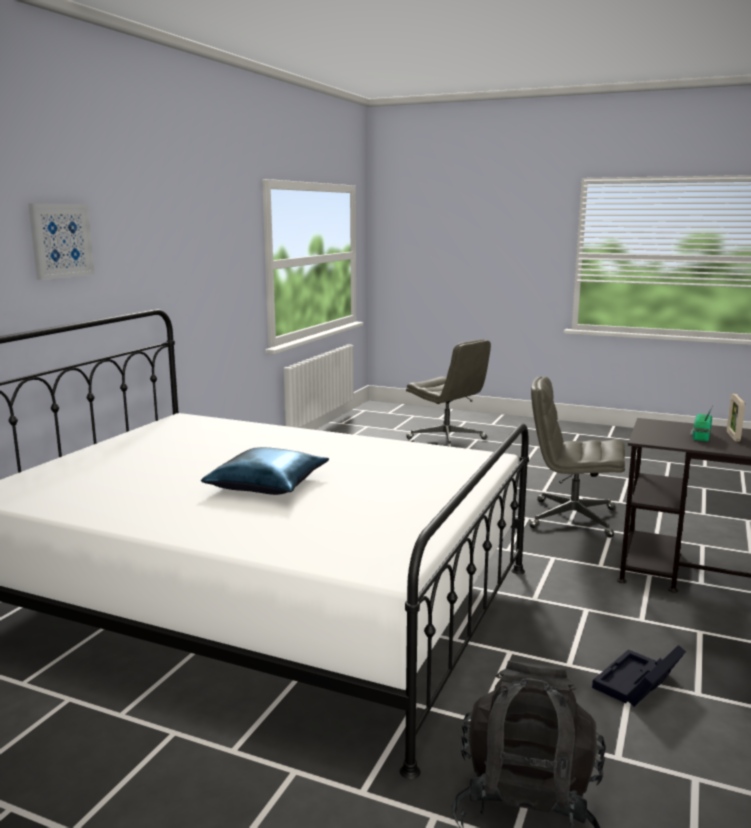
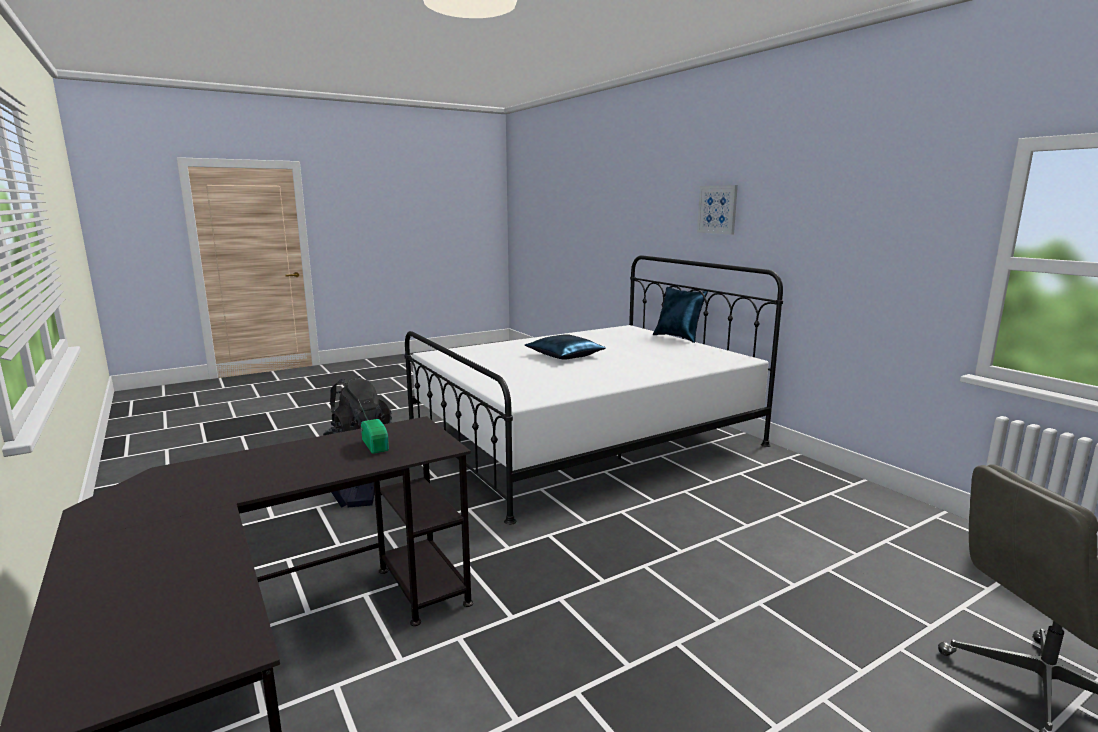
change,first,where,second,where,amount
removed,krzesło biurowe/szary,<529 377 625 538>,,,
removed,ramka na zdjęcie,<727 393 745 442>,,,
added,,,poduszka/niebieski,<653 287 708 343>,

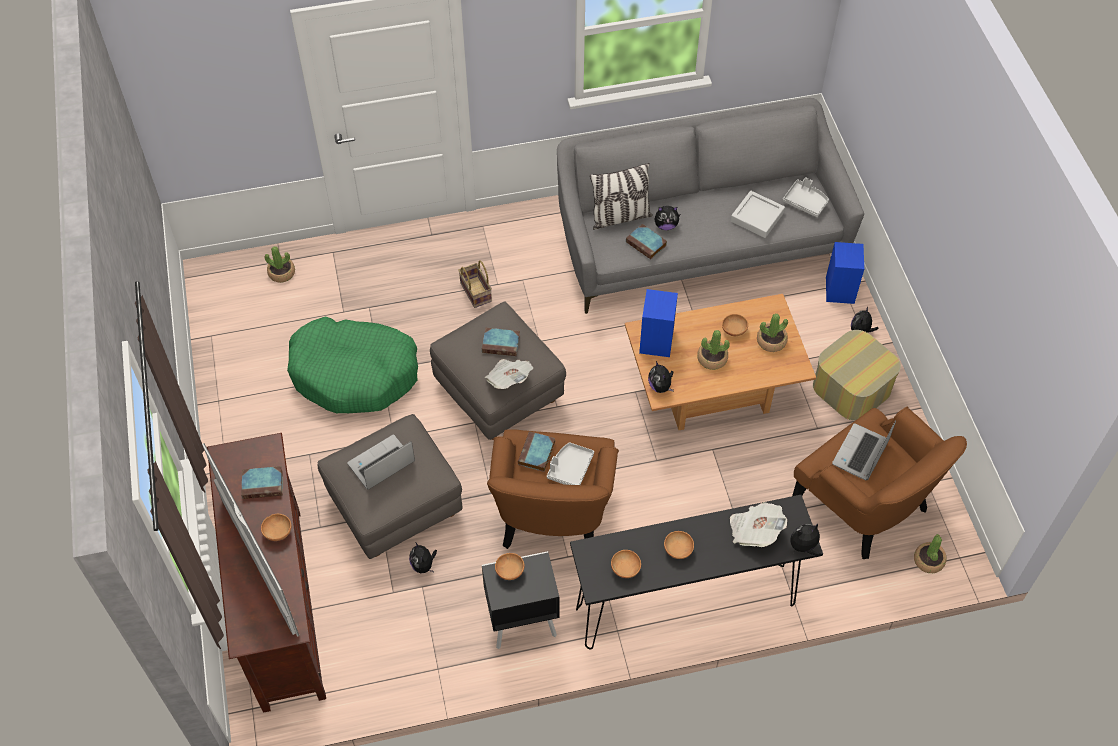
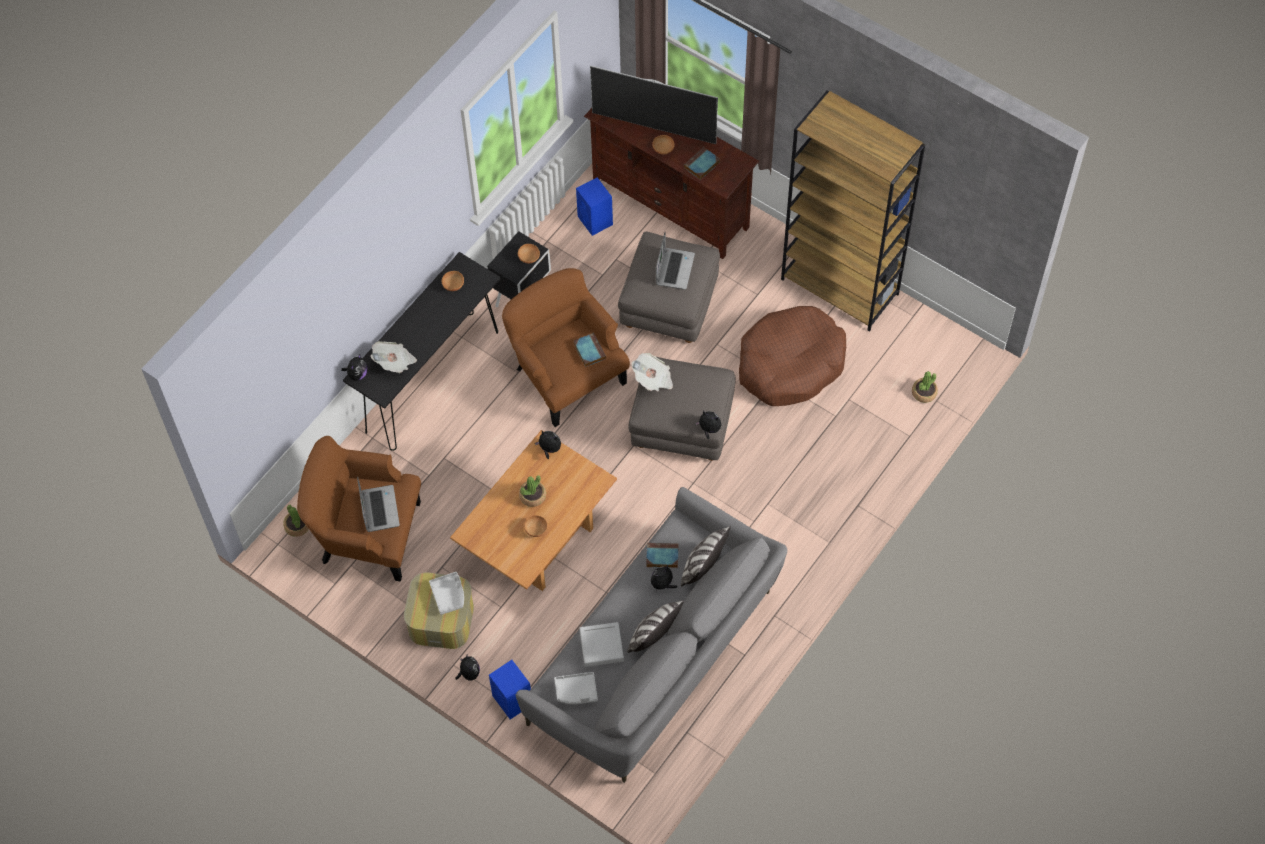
change,first,where,second,where,amount
removed,koszyk,<458 260 492 308>,,,
removed,książka,<482 328 520 356>,,,
removed,miska/brązowy,<664 531 694 559>,,,
removed,roślina doniczkowa,<757 313 788 352>,,,
added,,,poduszka,<627 600 684 653>,
added,,,regał/brązowy,<781 90 925 332>,
moved,pluszak,<409 543 437 573>,,<695 410 722 439>,
moved,taca/szary,<547 442 594 485>,,<429 572 464 615>,
moved,głośnik/niebieski,<639 289 678 357>,,<576 178 613 236>,
recoloured,legowisko/zielony,<287 317 418 413>,legowisko/brązowy,<739 306 846 406>,

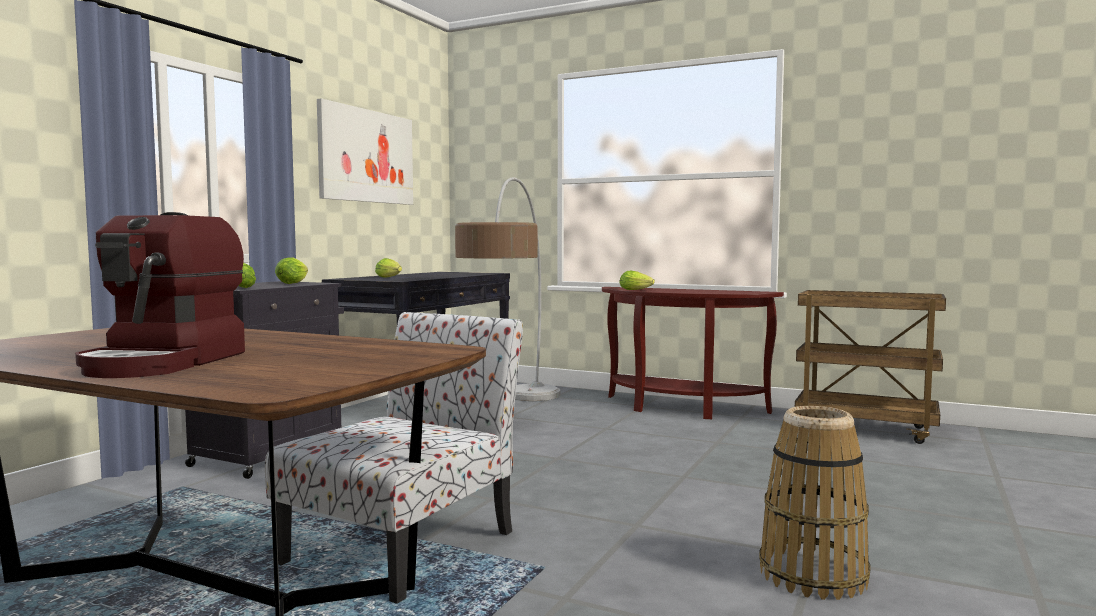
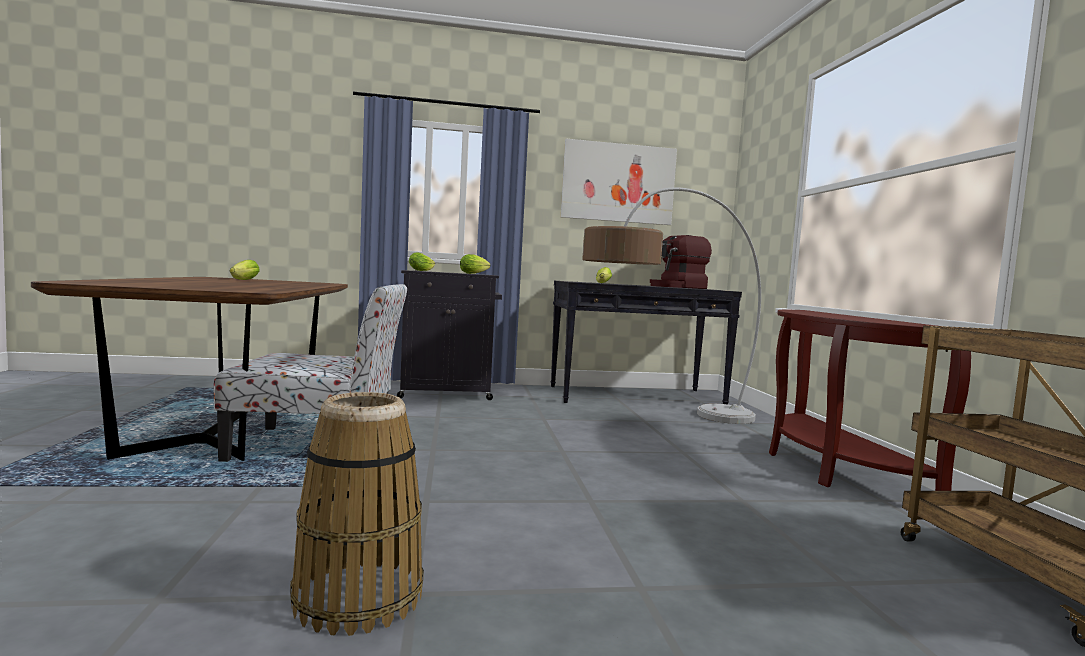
change,first,where,second,where,amount
moved,ekspres do kawy,<75 212 245 378>,,<650 235 712 289>,
moved,sałata,<619 271 655 290>,,<230 260 260 280>,

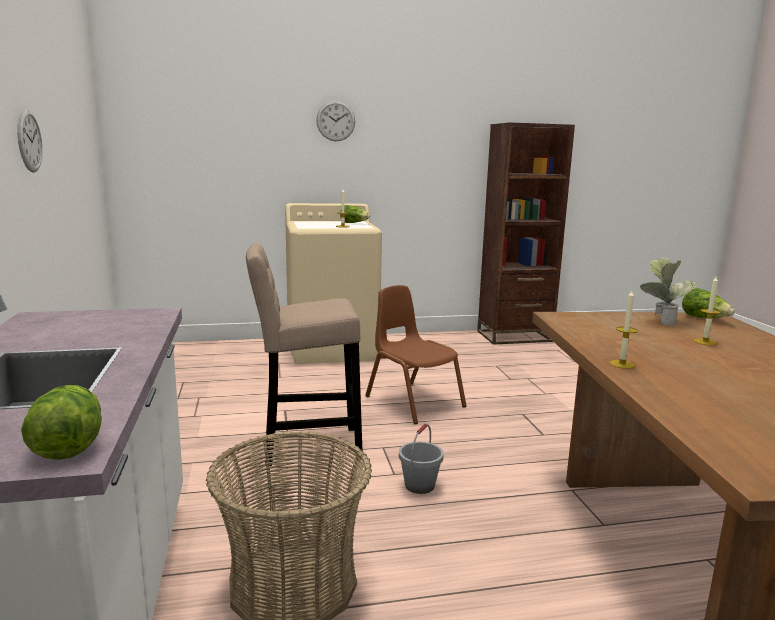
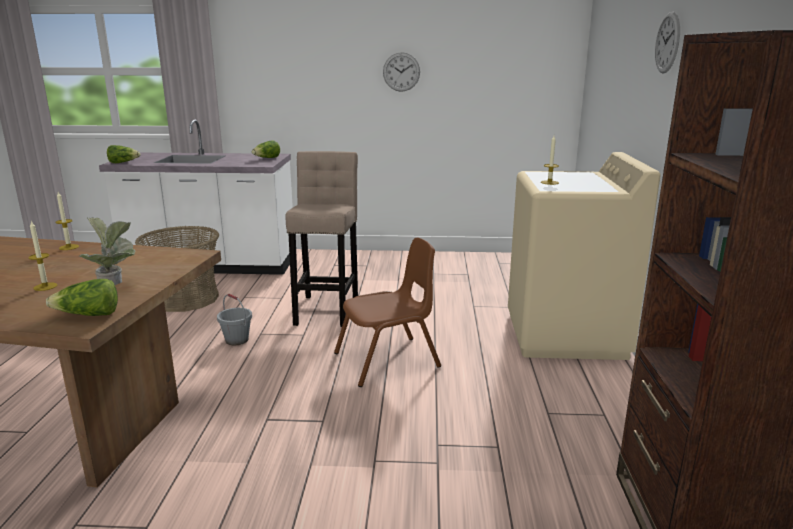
change,first,where,second,where,amount
moved,sałata,<340 205 370 223>,,<252 140 280 158>,

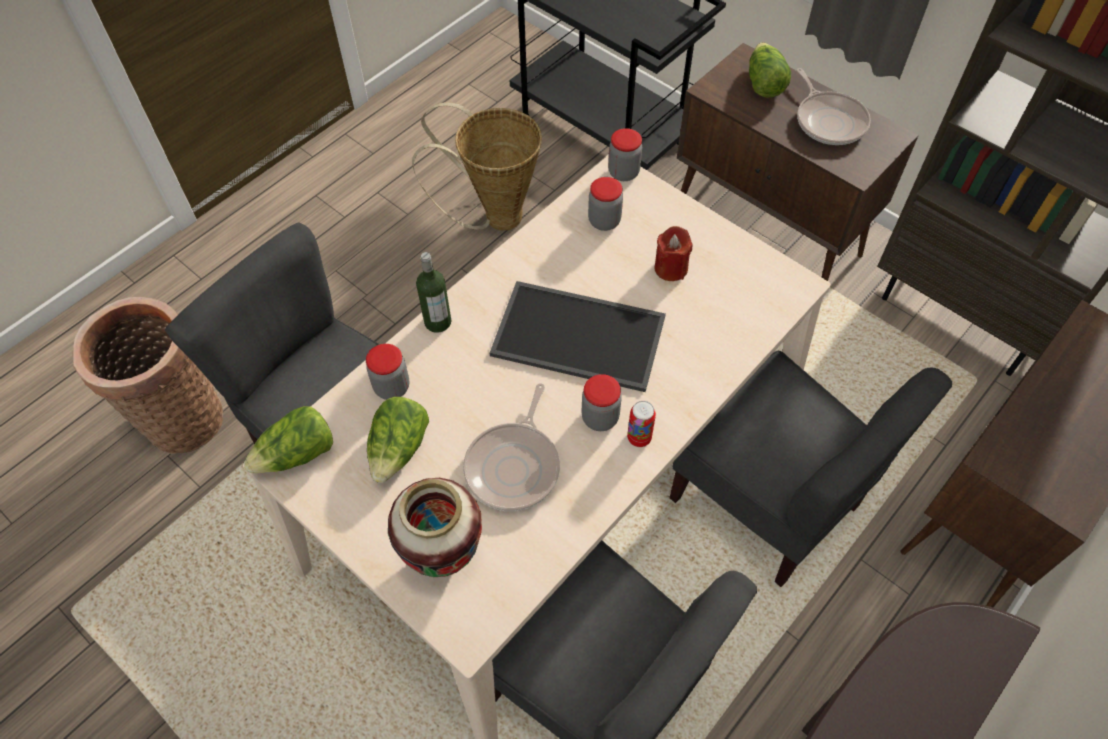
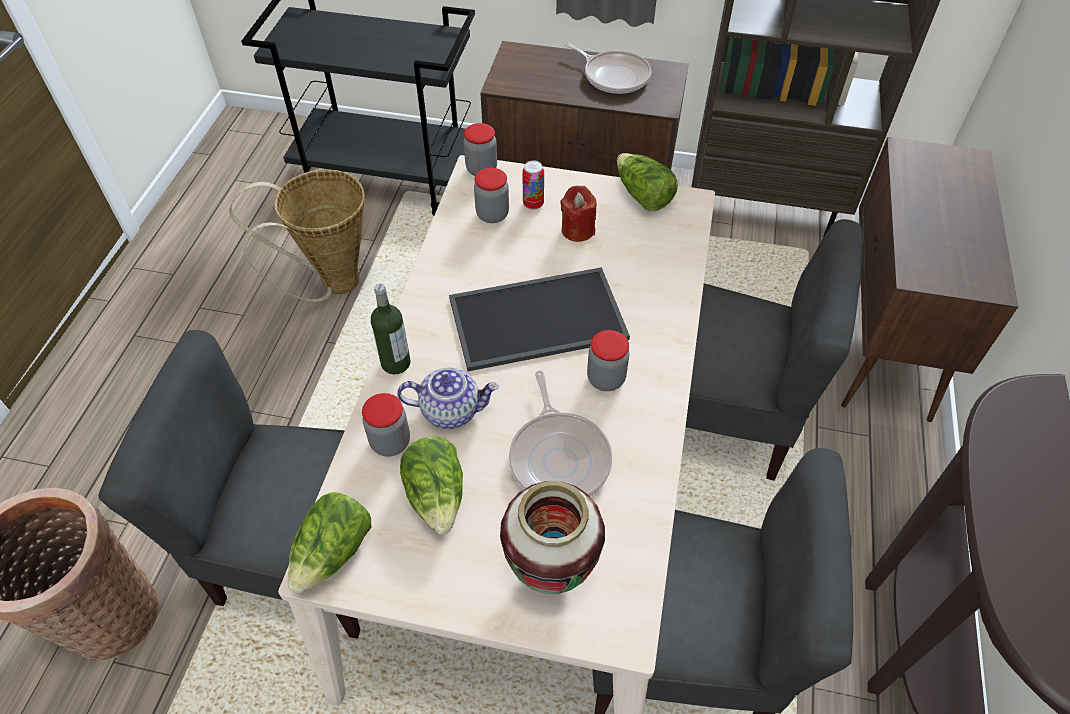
change,first,where,second,where,amount
added,,,imbryk,<397 368 499 429>,
moved,puszka,<627 401 656 447>,,<522 160 544 210>,
moved,sałata,<749 42 791 98>,,<617 153 678 211>,

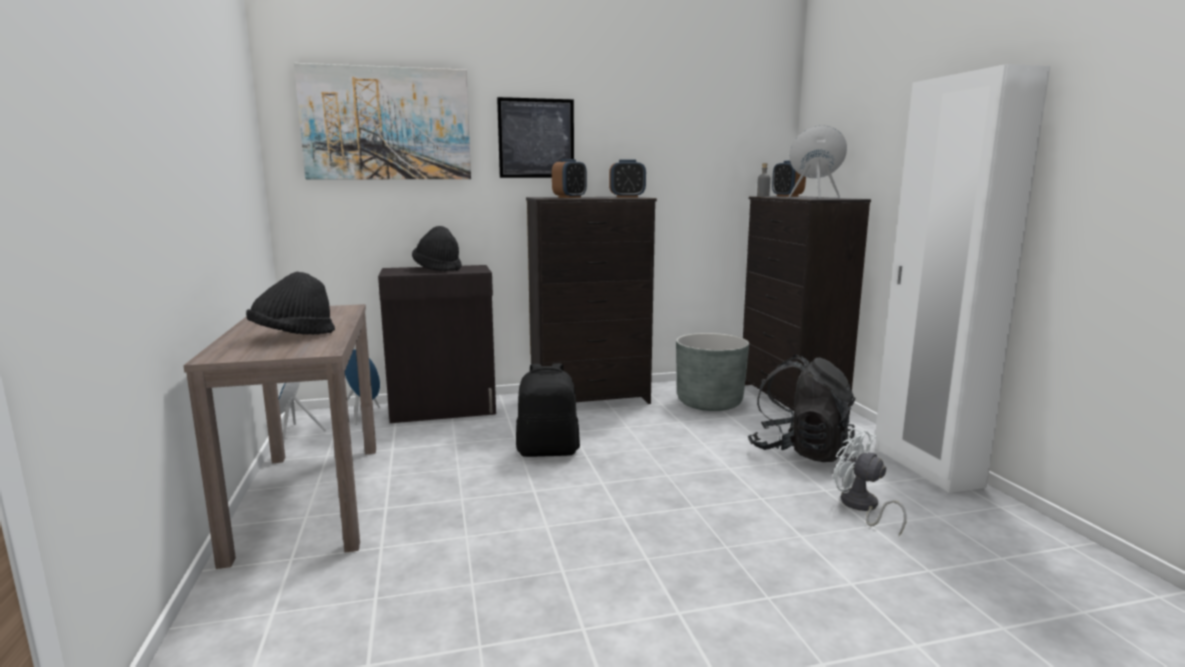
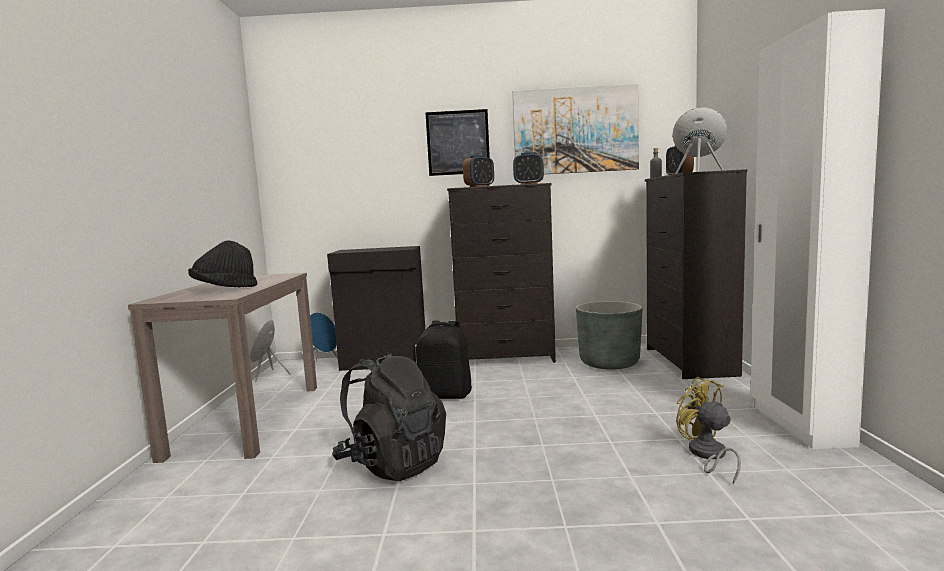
change,first,where,second,where,amount
removed,kapelusz/czarny,<412 226 462 272>,,,
moved,obraz,<294 63 471 179>,,<512 84 639 174>,
moved,plecak/czarny,<748 355 856 462>,,<332 352 446 481>,
recoloured,wentylator/biały,<833 428 907 536>,wentylator/żółty,<676 377 741 484>,

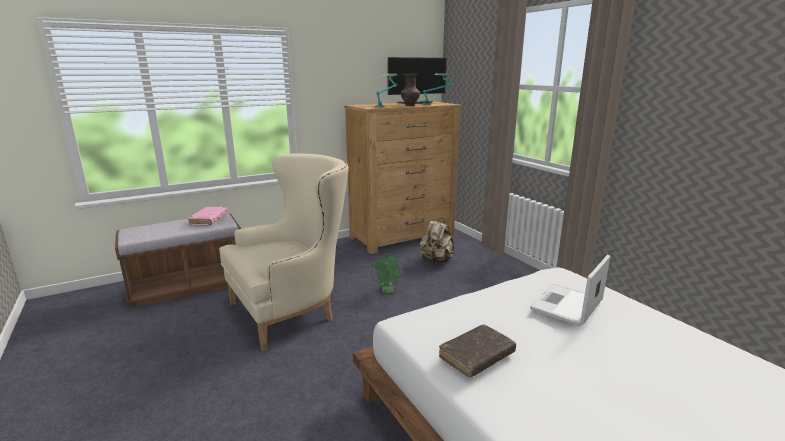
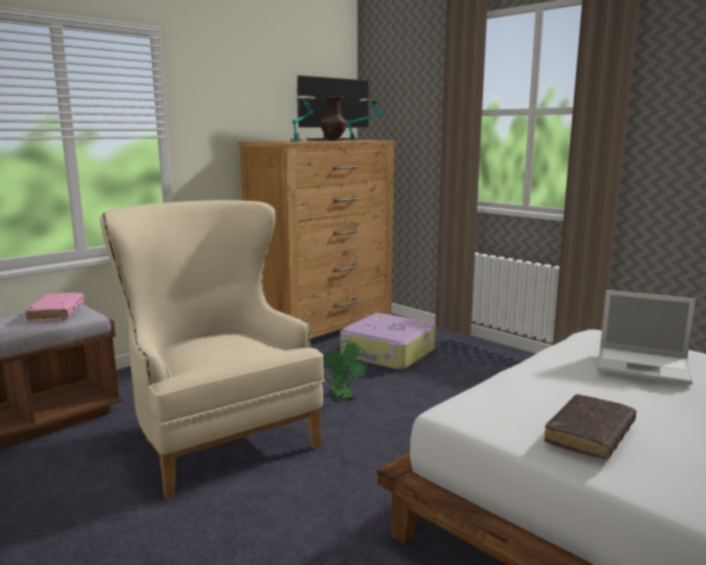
change,first,where,second,where,amount
replaced,plecak/beżowy,<419 217 454 265>,walizka,<340 313 436 370>,
turned,fotel/beżowy,<219 154 349 351>,,<100 200 325 500>,75 degrees counterclockwise
turned,laptop,<530 255 610 326>,,<597 290 696 385>,90 degrees counterclockwise

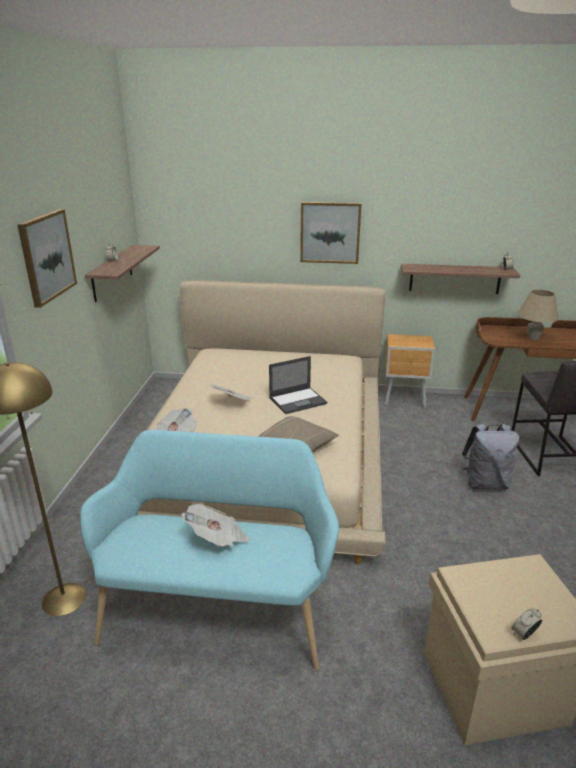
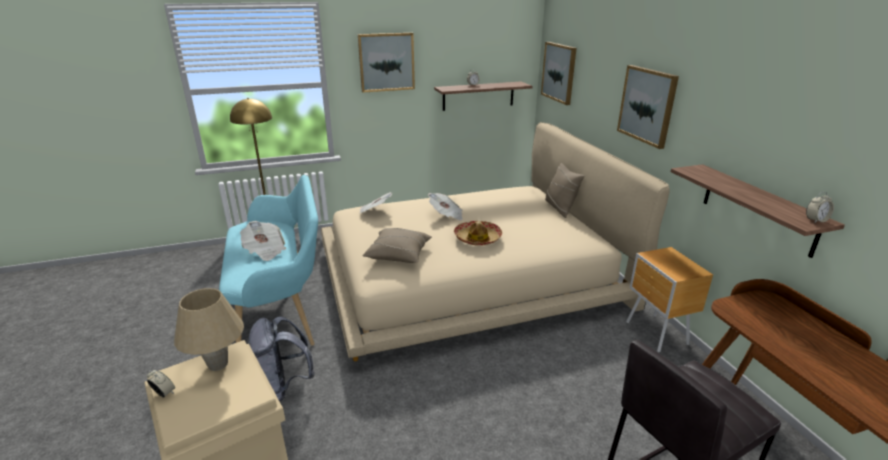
change,first,where,second,where,amount
added,,,obraz,<541 42 576 105>,
added,,,poduszka/beżowy,<545 163 585 218>,
moved,plecak/szary,<462 424 519 490>,,<248 316 315 402>,
moved,lampa stołowa/beżowy,<518 289 559 340>,,<174 288 244 371>,
replaced,laptop,<269 356 327 414>,kapelusz,<454 221 502 246>,

